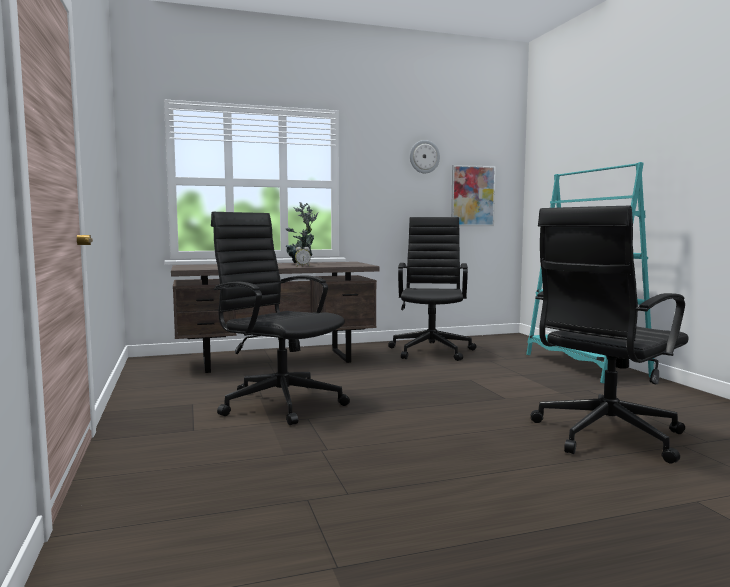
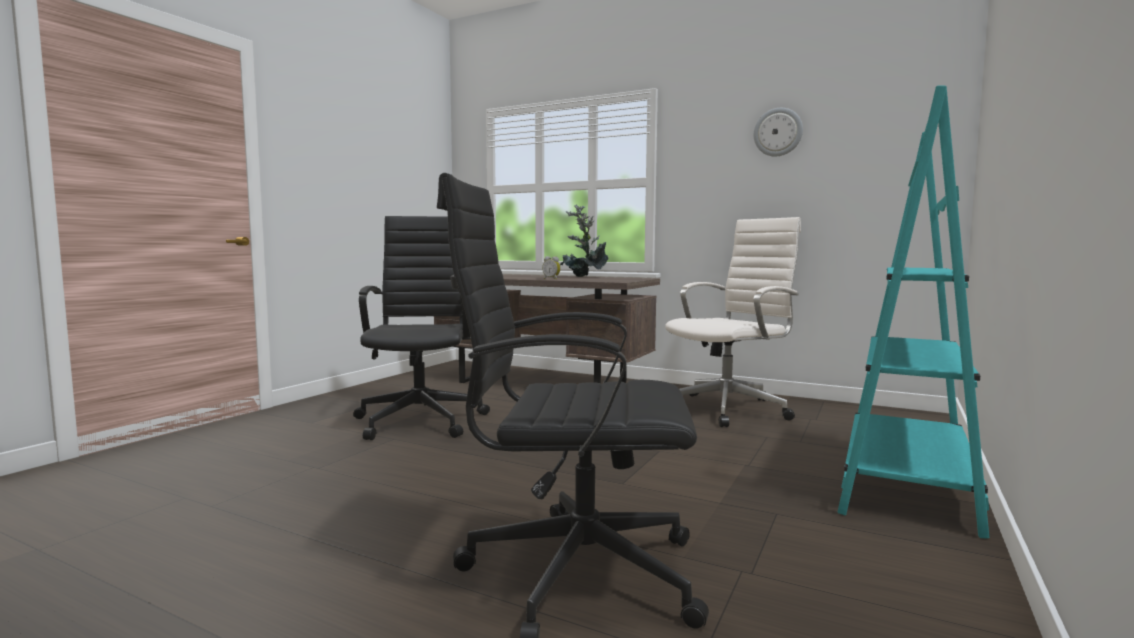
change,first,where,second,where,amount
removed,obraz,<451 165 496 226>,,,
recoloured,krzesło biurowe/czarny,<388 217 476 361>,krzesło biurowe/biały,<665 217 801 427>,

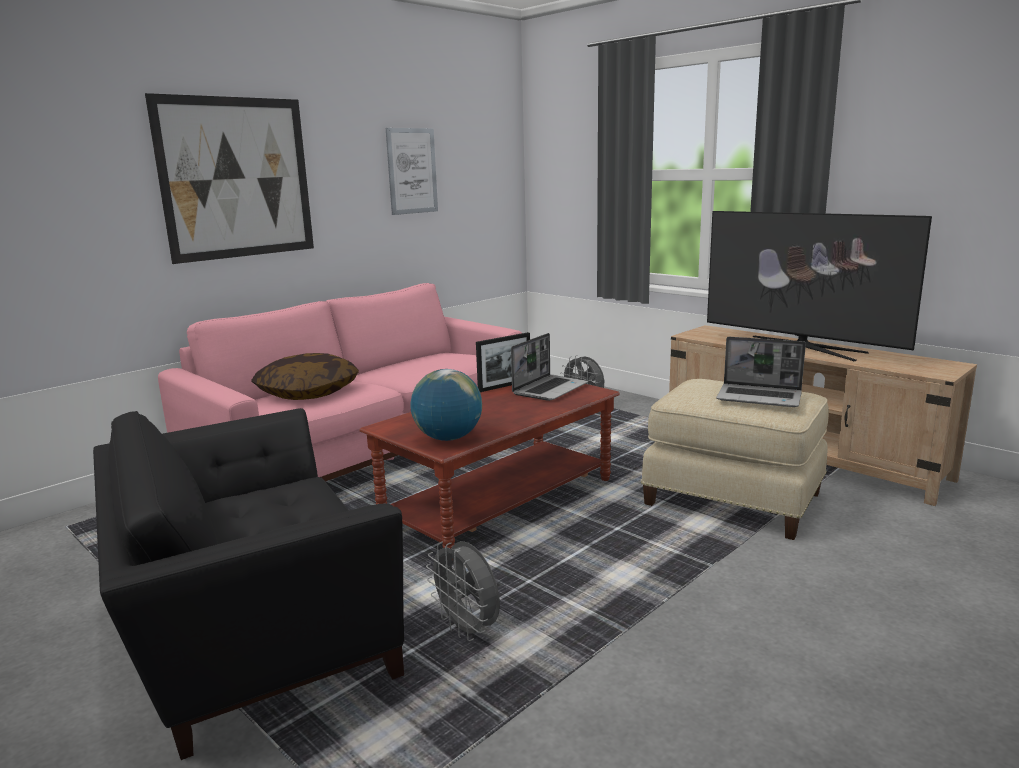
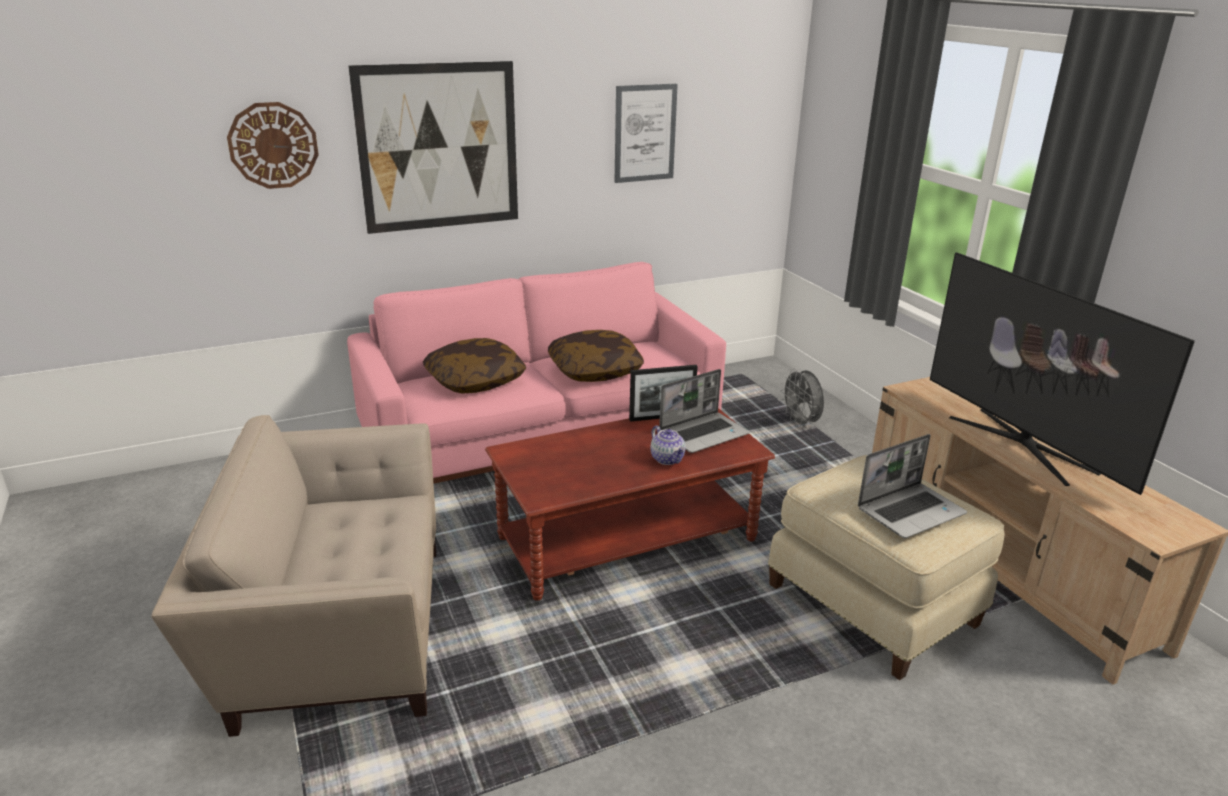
change,first,where,second,where,amount
removed,globus,<411 369 482 441>,,,
removed,wentylator/szary,<426 541 500 641>,,,
added,,,zegar ścienny,<227 102 319 189>,
added,,,poduszka,<548 330 644 382>,
added,,,imbryk,<650 425 686 465>,
recoloured,fotel/czarny,<93 408 404 760>,fotel/beżowy,<151 415 436 737>,
turned,laptop,<716 337 806 407>,,<858 434 967 538>,75 degrees counterclockwise

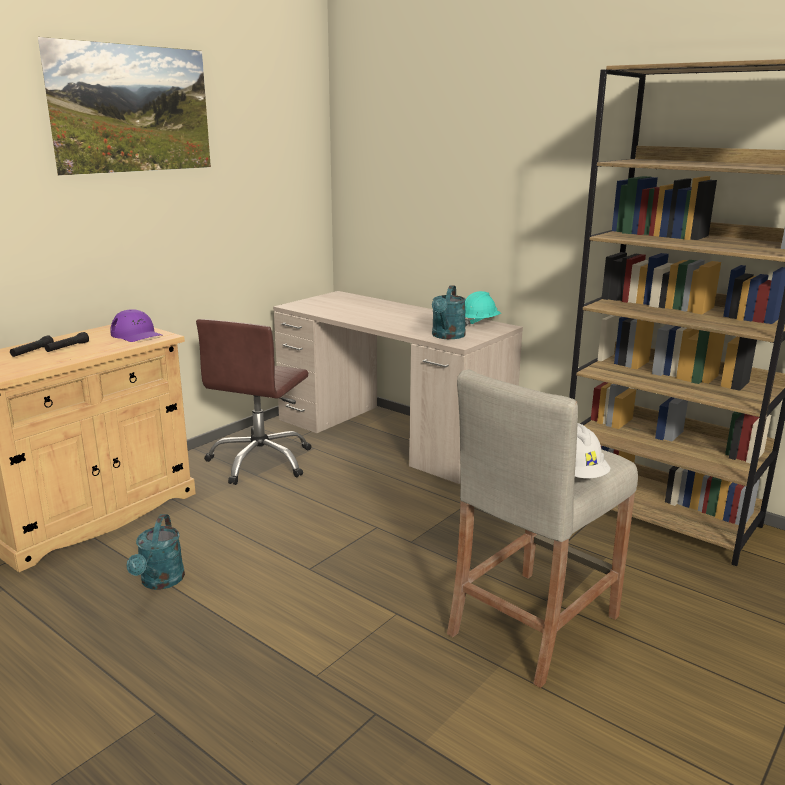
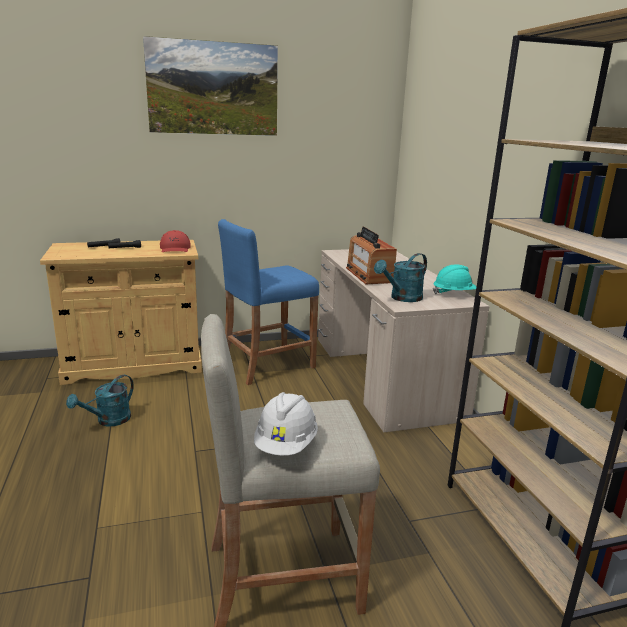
change,first,where,second,where,amount
added,,,radio,<346 227 397 284>,
replaced,krzesło biurowe/brązowy,<196 319 311 485>,stołek/niebieski,<218 219 319 385>,
recoloured,czapka z daszkiem/fioletowy,<110 309 162 342>,czapka z daszkiem/czerwony,<160 230 191 252>,

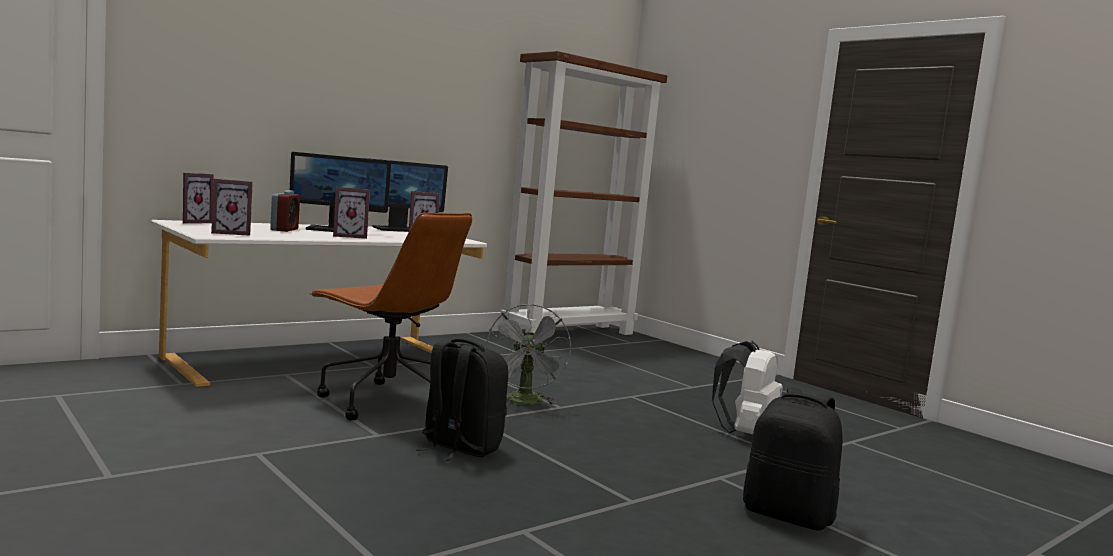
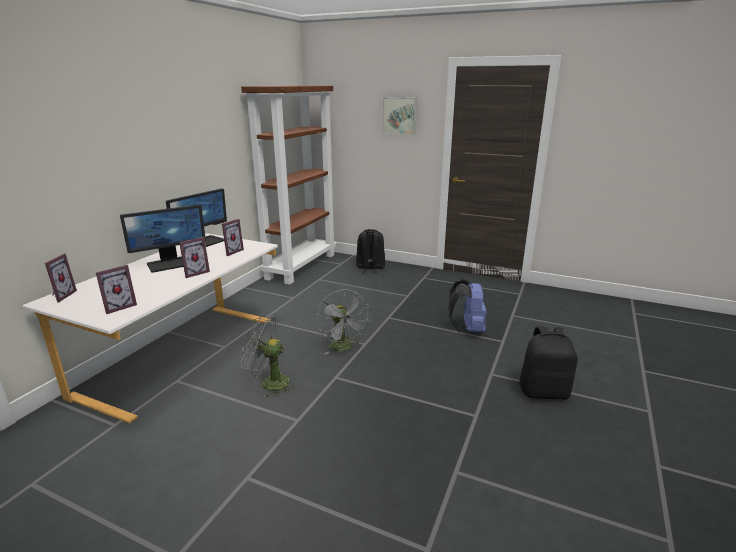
change,first,where,second,where,amount
removed,budzik,<270 190 300 232>,,,
added,,,obraz,<382 97 417 135>,
moved,plecak/czarny,<417 339 508 461>,,<356 229 385 273>,
replaced,krzesło biurowe/brązowy,<309 213 472 420>,wentylator/szary,<241 315 295 397>,
recoloured,plecak/biały,<712 341 783 434>,plecak/niebieski,<448 279 486 332>,

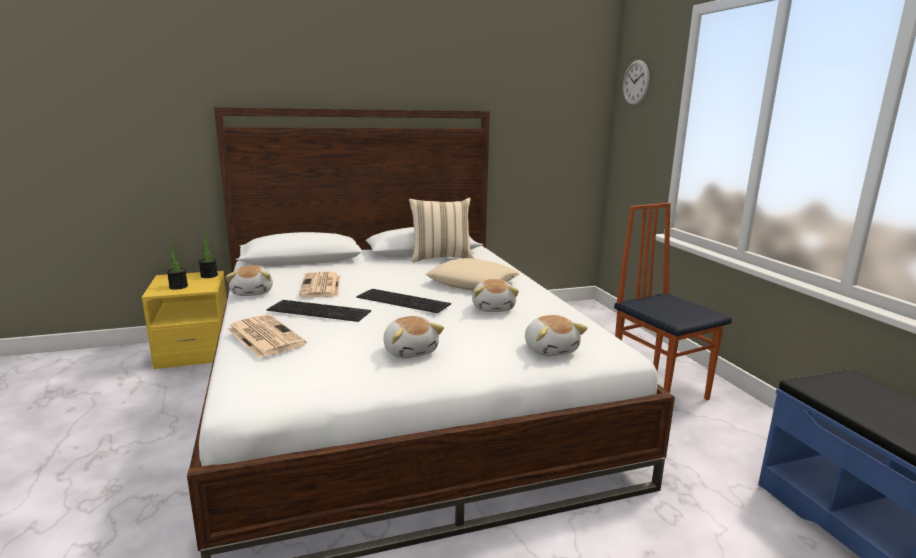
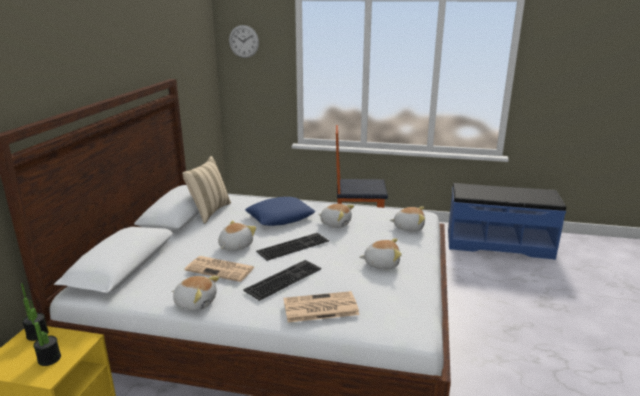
change,first,where,second,where,amount
added,,,pluszak,<218 220 256 251>,
recoloured,poduszka/beżowy,<425 258 520 291>,poduszka/niebieski,<245 197 315 226>,

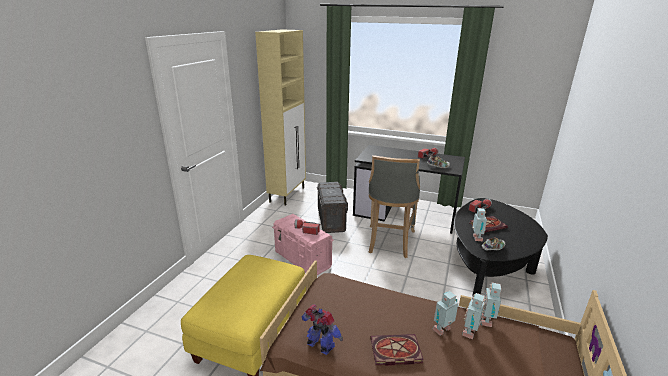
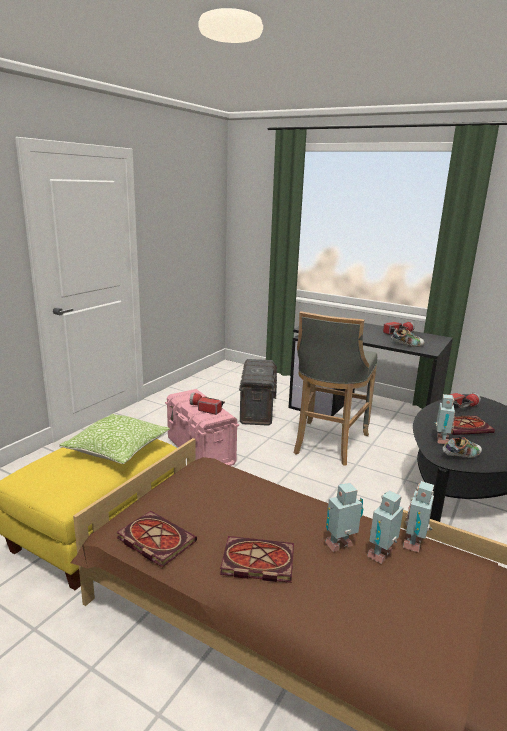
change,first,where,second,where,amount
removed,szafka/beżowy,<255 29 306 206>,,,
added,,,poduszka,<59 414 170 464>,
replaced,robot zabawkowy,<302 304 343 355>,książka,<116 511 197 567>,

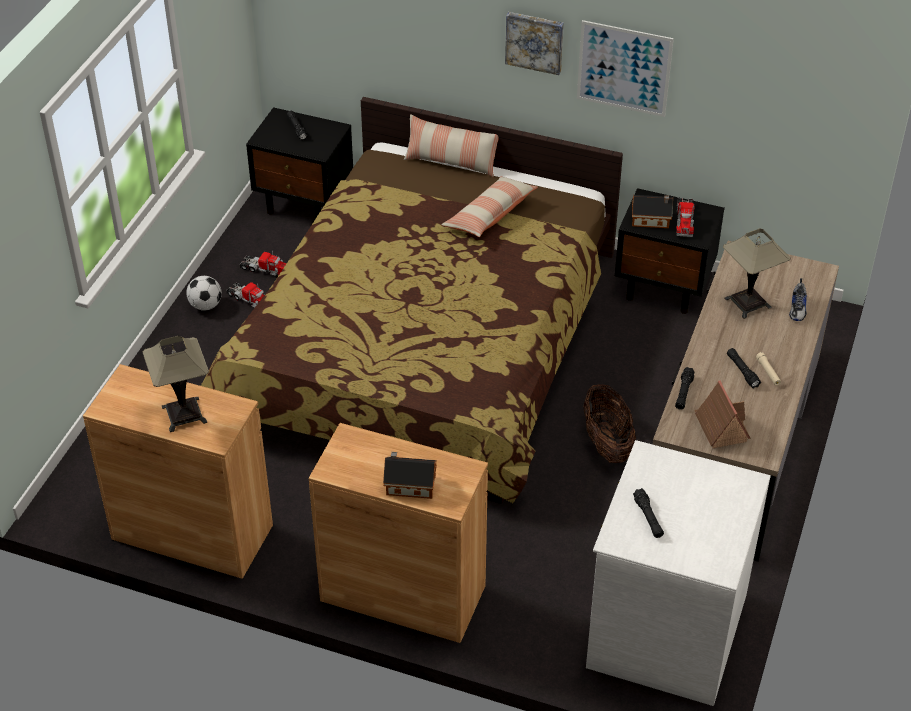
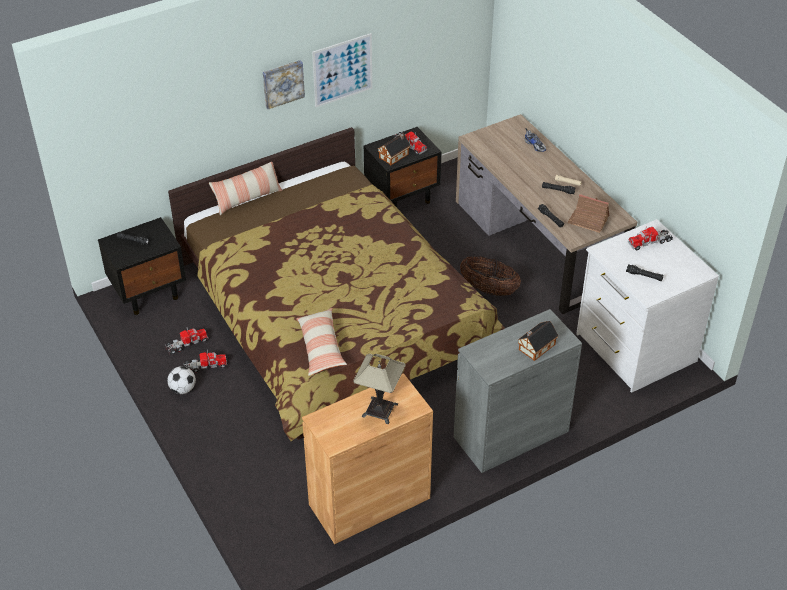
change,first,where,second,where,amount
removed,lampa stołowa,<723 228 791 319>,,,
added,,,ciężarówka zabawkowa,<628 226 673 250>,
moved,poduszka,<441 176 538 237>,,<296 308 347 376>,
recoloured,szafka/brązowy,<309 423 488 643>,szafka/szary,<454 309 582 473>,

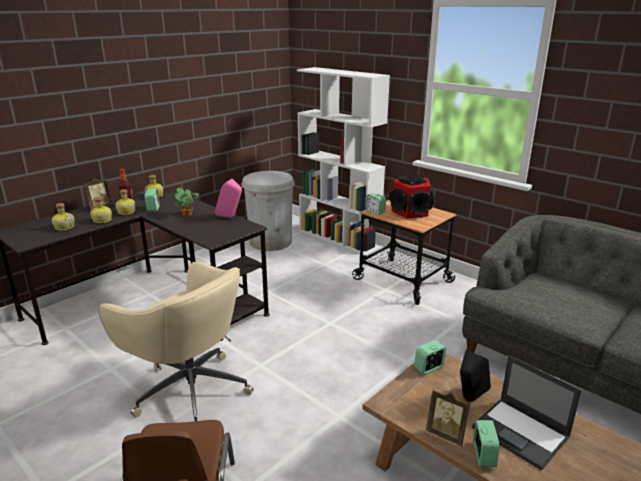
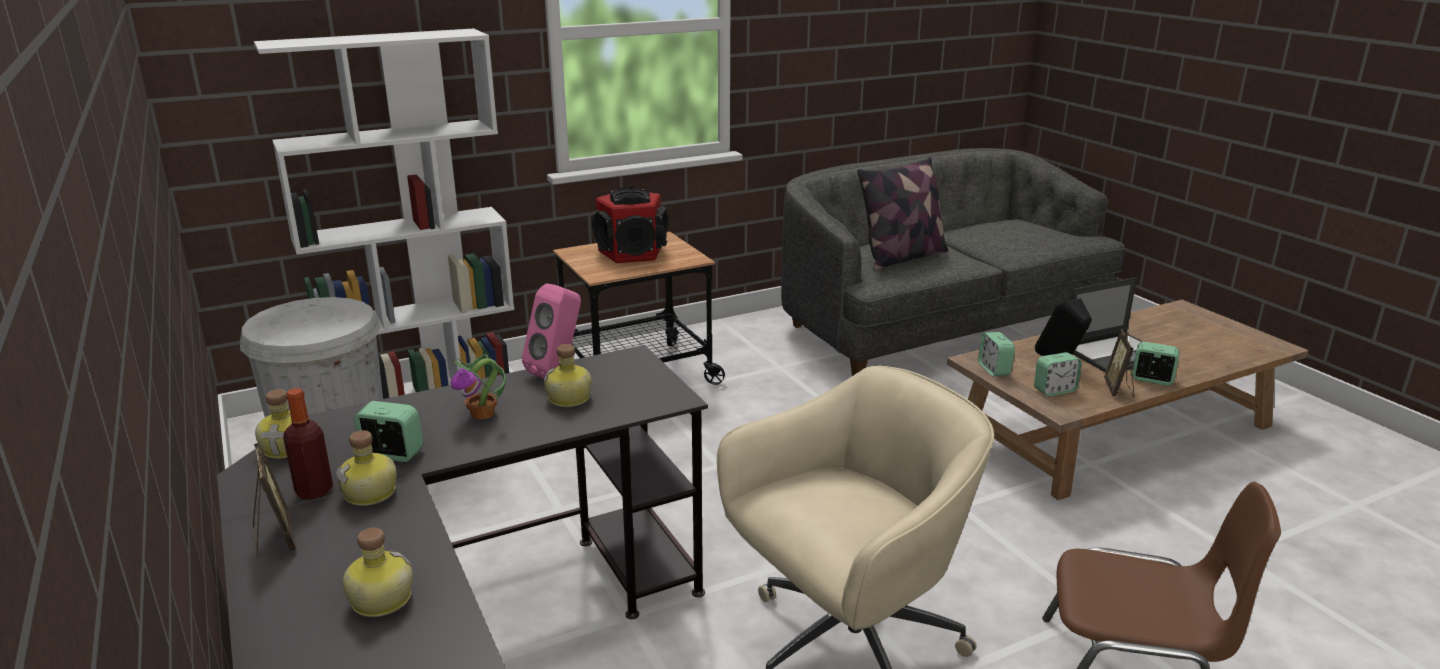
change,first,where,second,where,amount
added,,,poduszka,<857 157 948 271>,
moved,butelka,<90 197 112 223>,,<544 344 592 407>,
moved,budzik,<366 193 386 215>,,<1034 352 1082 396>,
turned,ramka na zdjęcie,<426 389 470 446>,,<1104 329 1134 397>,135 degrees clockwise

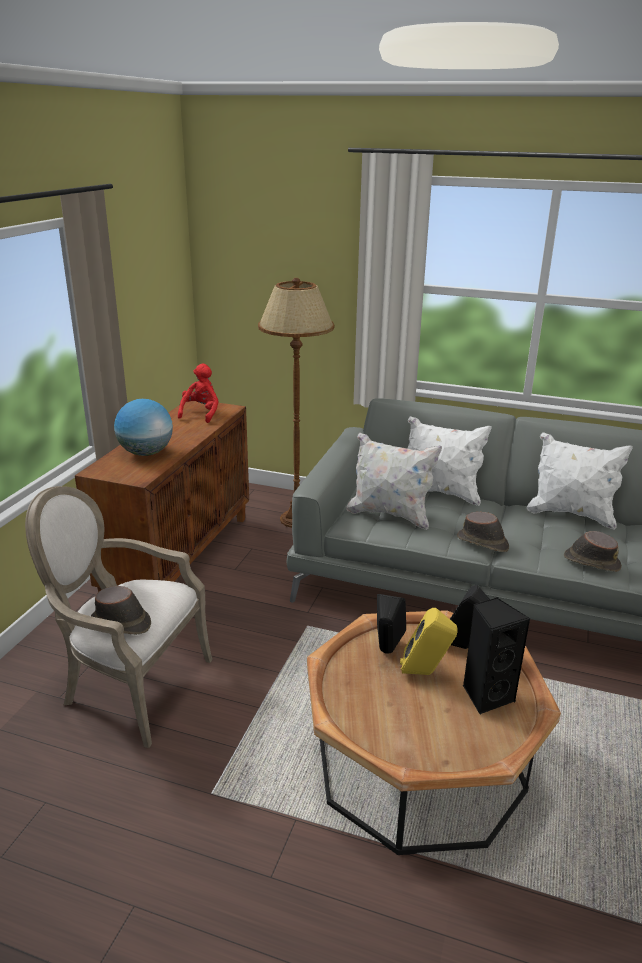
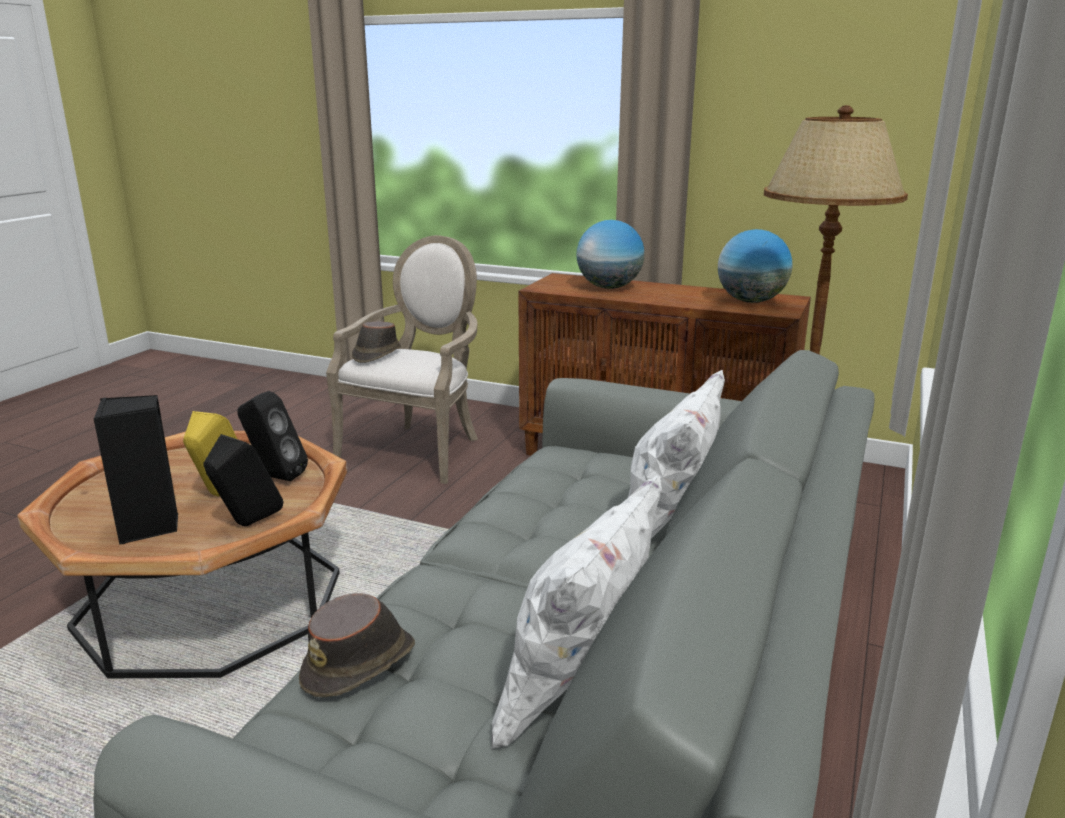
change,first,where,second,where,amount
removed,poduszka/biały,<346 433 442 530>,,,
removed,kapelusz/brązowy,<457 512 509 552>,,,
replaced,pluszak/czerwony,<178 363 219 423>,globus,<718 229 793 303>,

